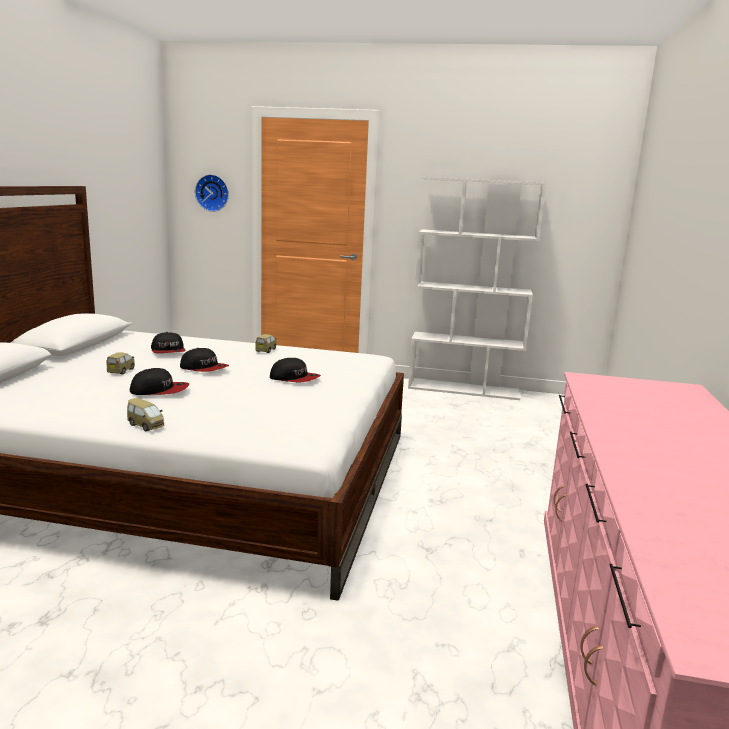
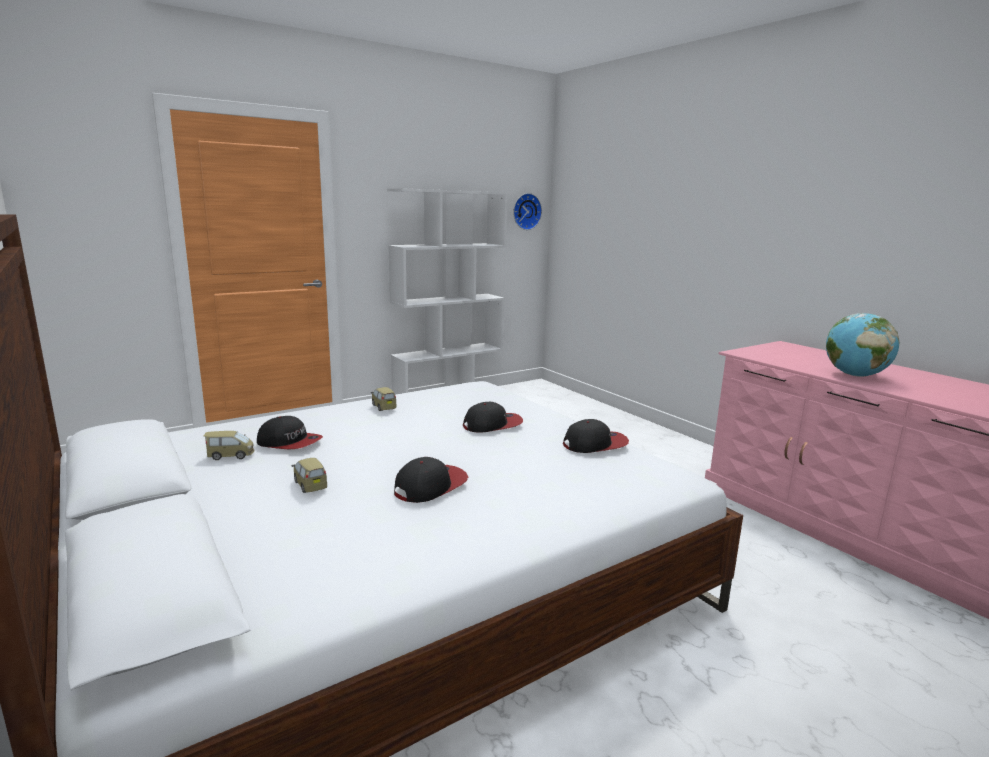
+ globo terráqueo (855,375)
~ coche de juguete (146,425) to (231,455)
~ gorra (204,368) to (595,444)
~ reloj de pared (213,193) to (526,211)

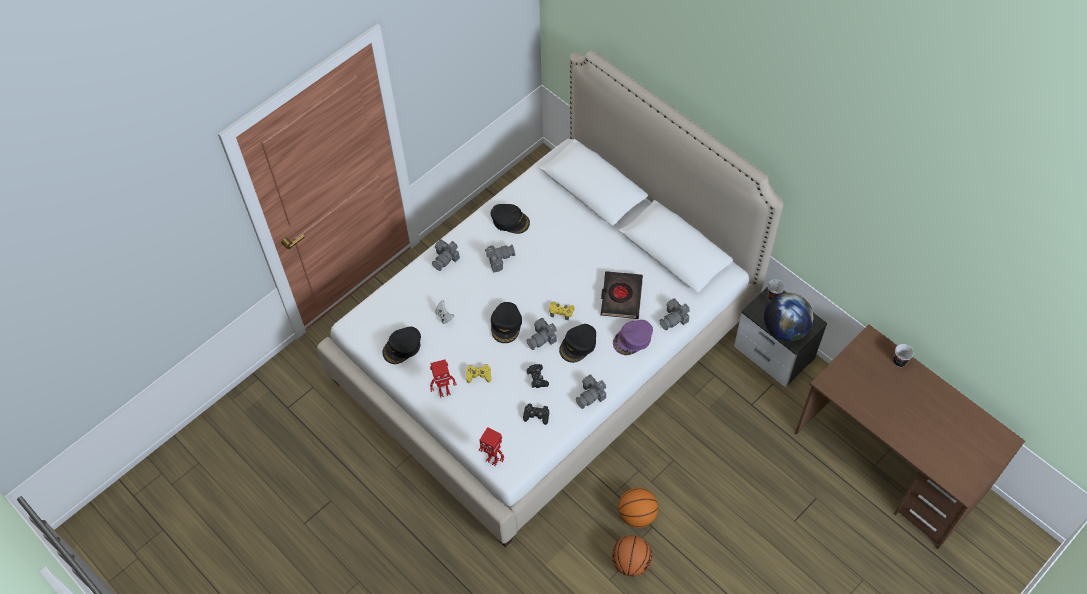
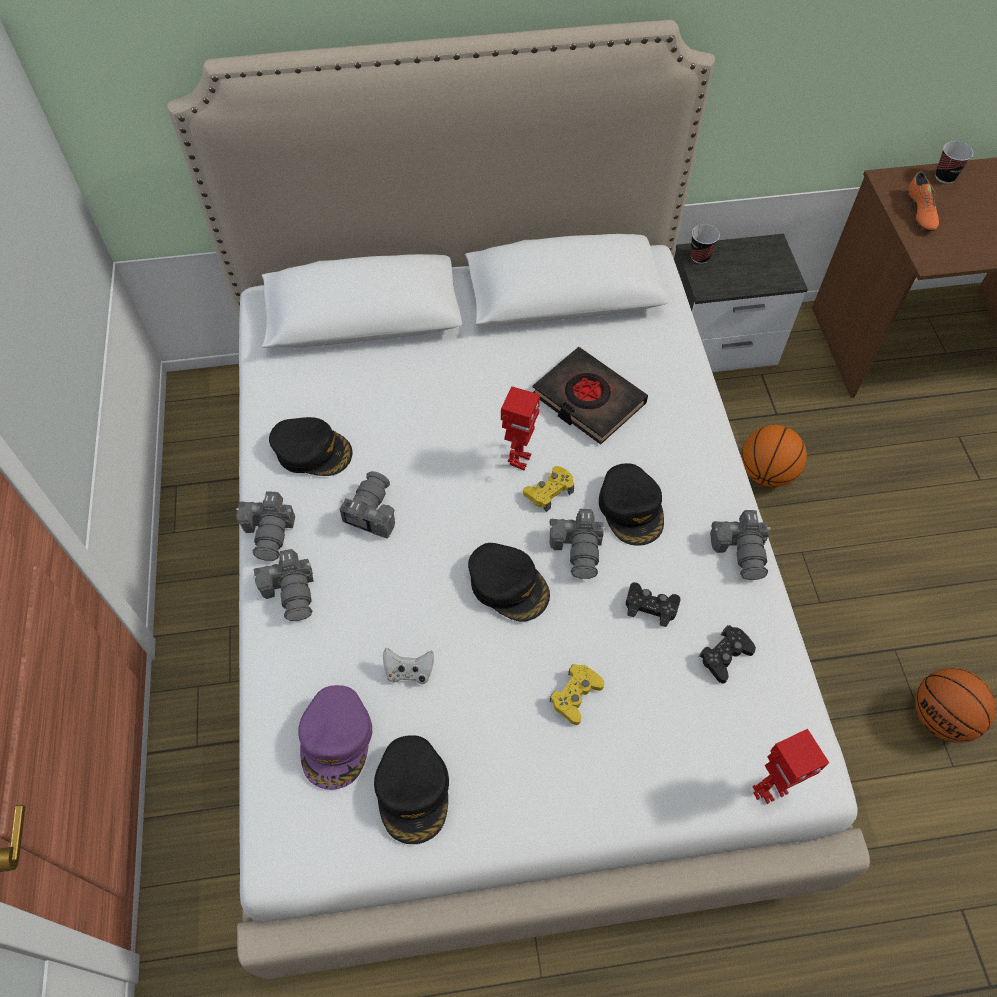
- globo terráqueo (784,329)
+ zapato [naranja] (920,212)
~ robot de juguete (444,392) to (519,460)
~ gorra [morado] (633,339) to (336,740)
~ balón de baloncesto (637,515) to (766,473)
~ cámara (674,319) to (270,532)
~ gorra [negro] (510,220) = (312,451) 45 degrees clockwise

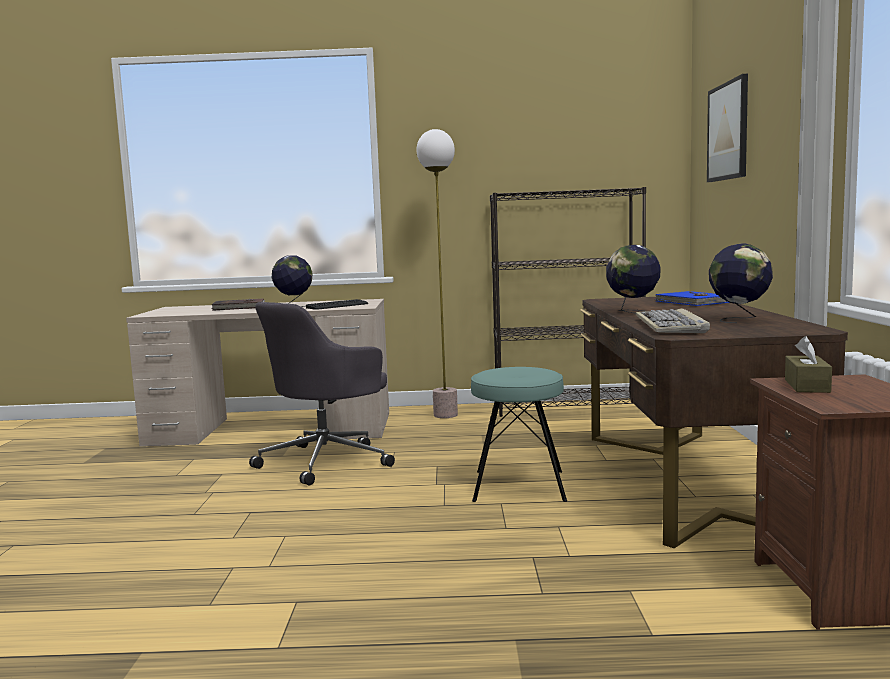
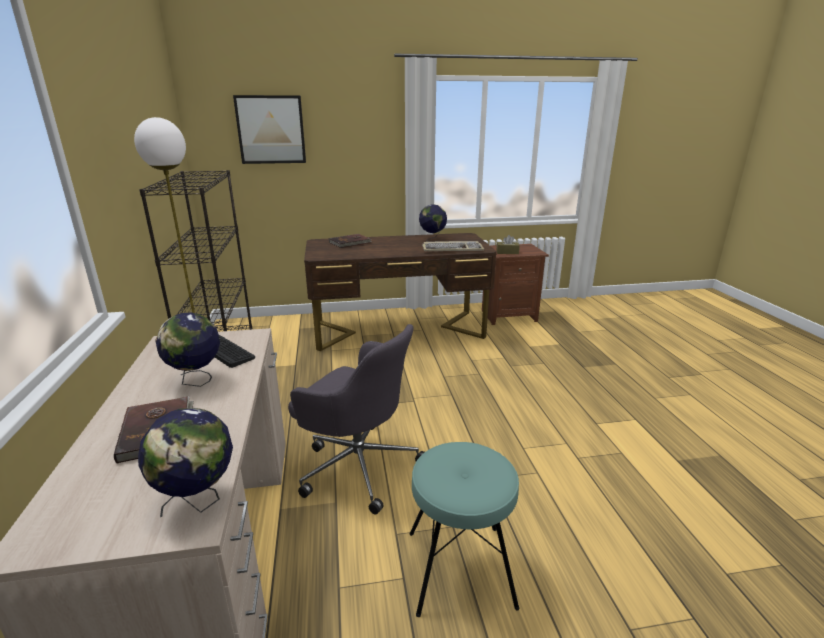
~ taburete [turquesa] (519,486) to (459,568)
~ globo terráqueo (633,312) to (198,502)
~ libro [azul] (691,302) to libro [marrón] (350,243)

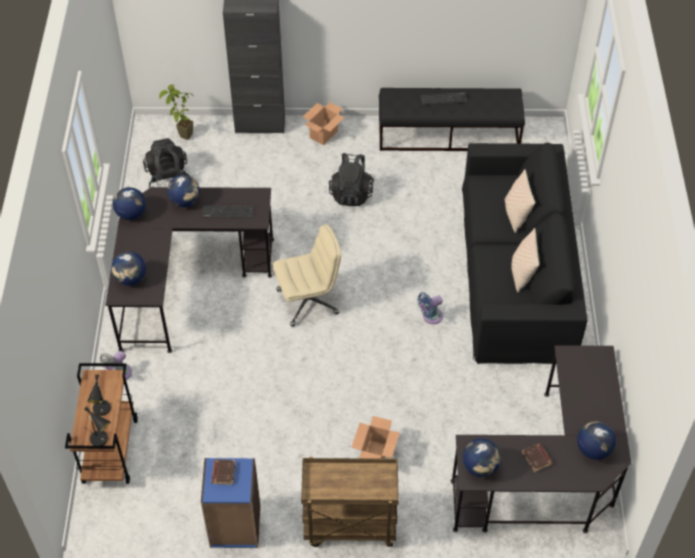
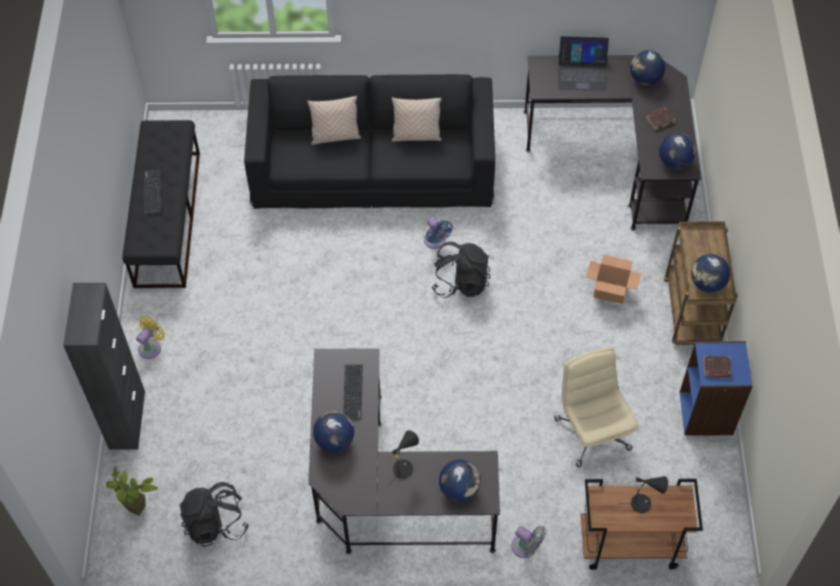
+ portátil (582,73)
~ lámpara de mesa [negro] (101,440) to (404,466)
~ globo terráqueo (131,214) to (707,284)
~ silla de oficina [beis] (308,301) to (592,433)
~ mochila [negro] (351,193) to (460,282)
~ caja de cartón (324,134) to ventilador [amarillo] (151,347)

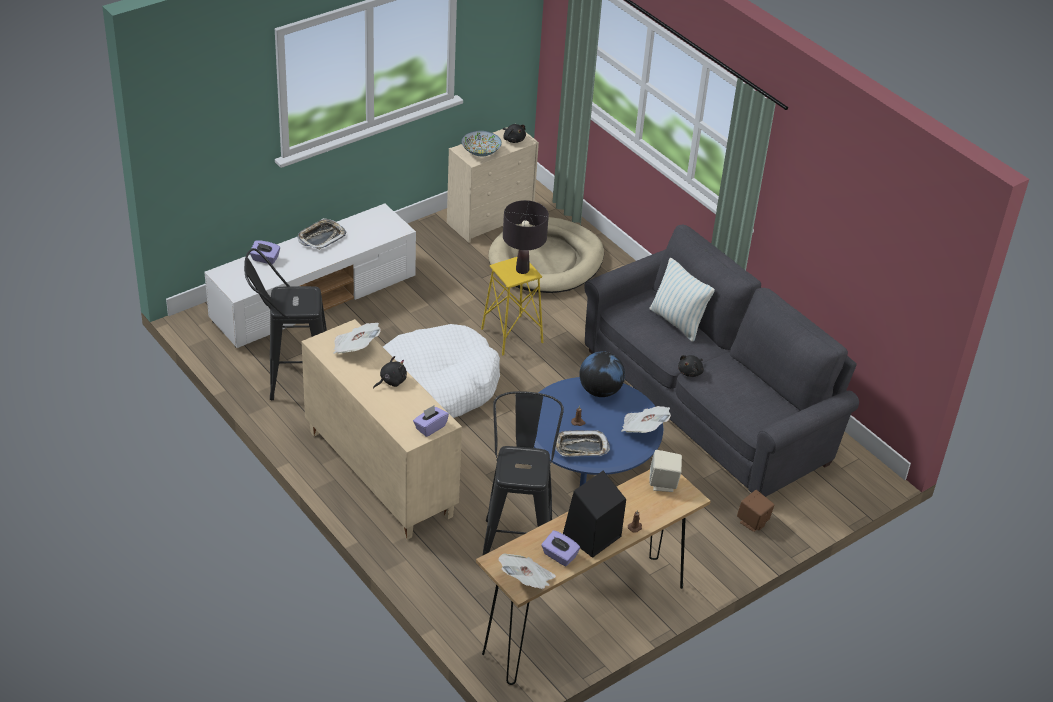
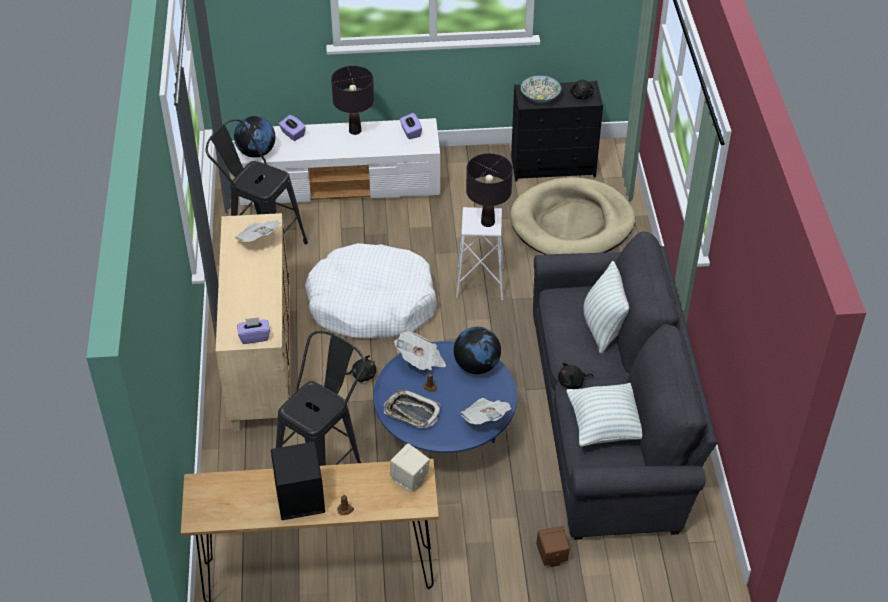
+ globo terráqueo (256,152)
+ cojín (605,426)
~ peluche [negro] (391,381) to (362,375)
~ periódico (527,581) to (421,361)
~ caja de pañuelos [morado] (559,556) to (410,132)
~ bandeja (321,237) to lámpara de mesa [negro] (355,131)
~ cómoda [beis] (491,219) to cómoda [negro] (554,166)
~ taburete [amarillo] (512,336) to taburete [blanco] (480,283)

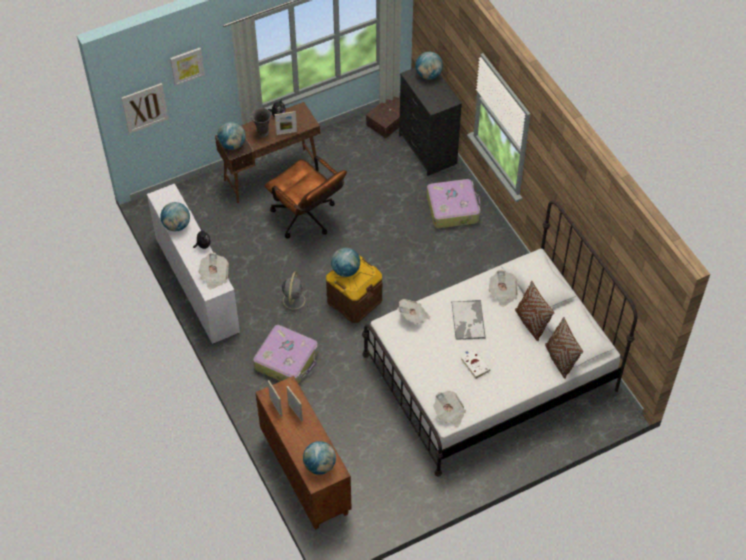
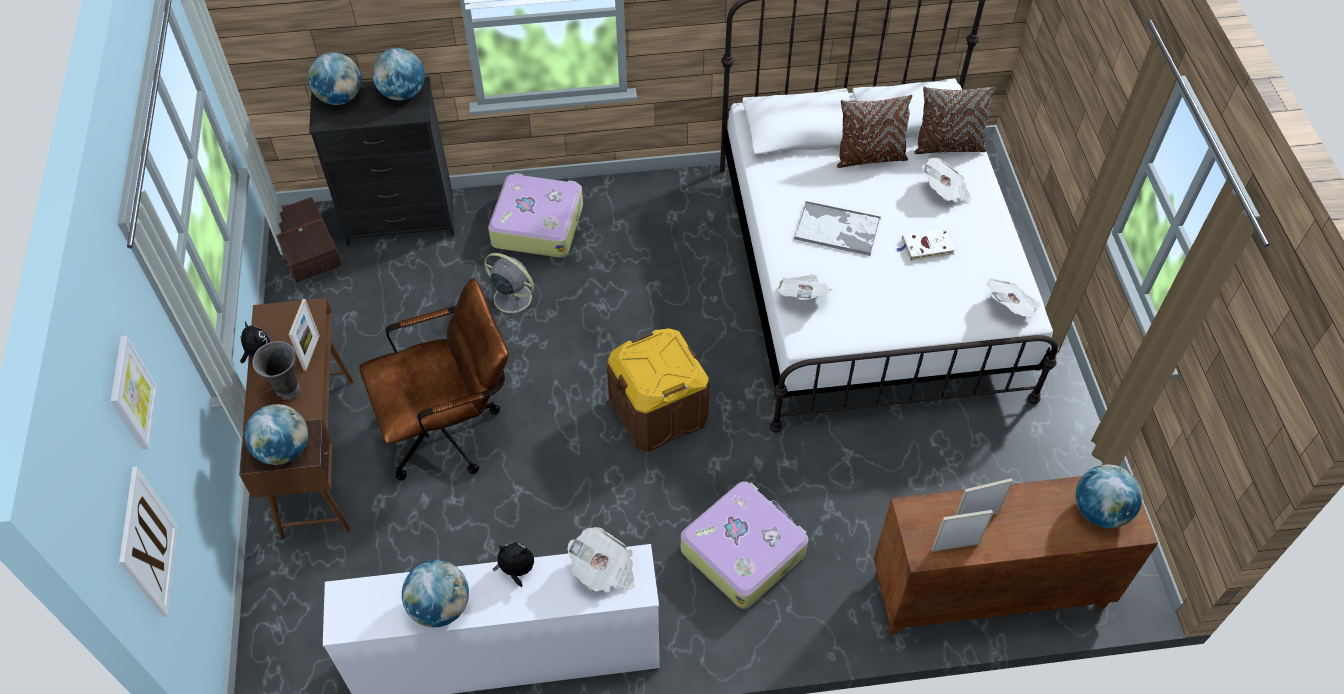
~ ventilador [gris] (294,299) to (511,297)
~ globo terráqueo (345,270) to (402,93)
~ periódico (502,293) to (945,191)

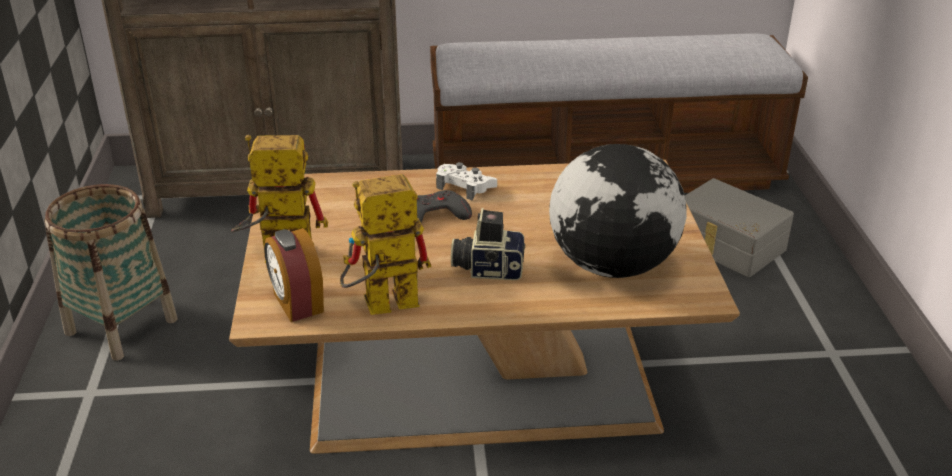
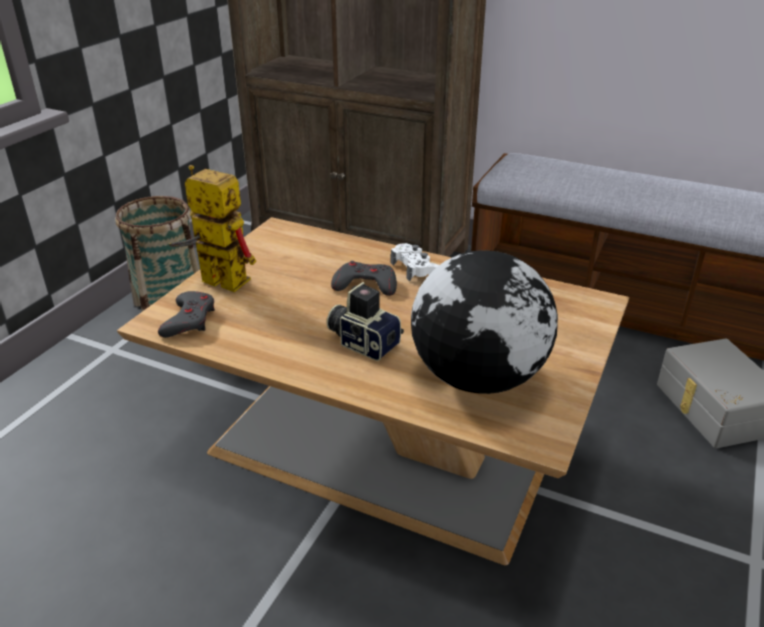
- robot de juguete (380,307)
~ despertador (297,303) to mando de consola [gris] (189,320)

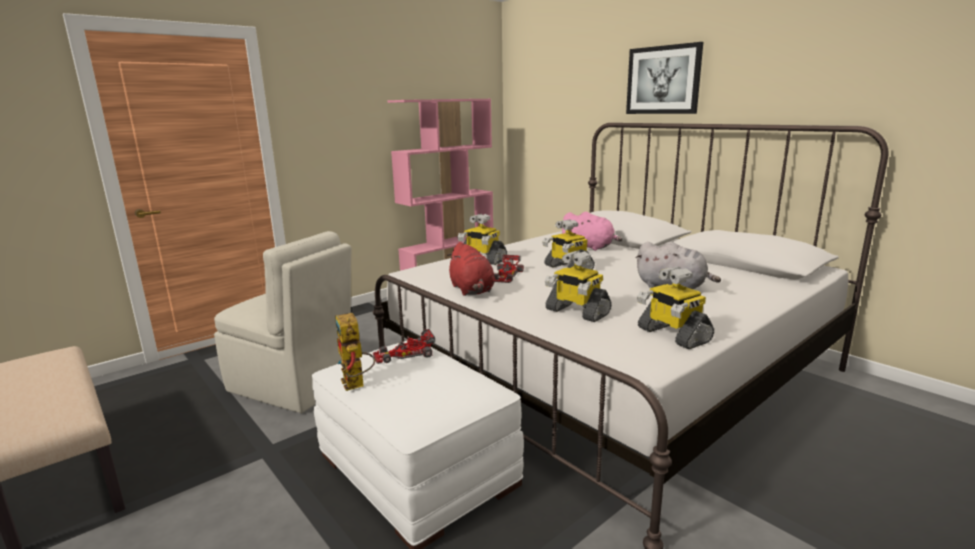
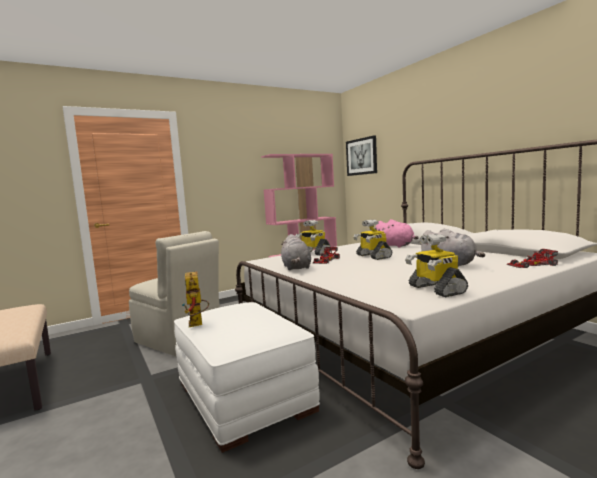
- robot de juguete (576,312)
~ coche de juguete (404,354) to (532,264)
~ cuadro (663,80) to (361,156)
~ peluche [rojo] (472,290) to peluche [gris] (296,268)

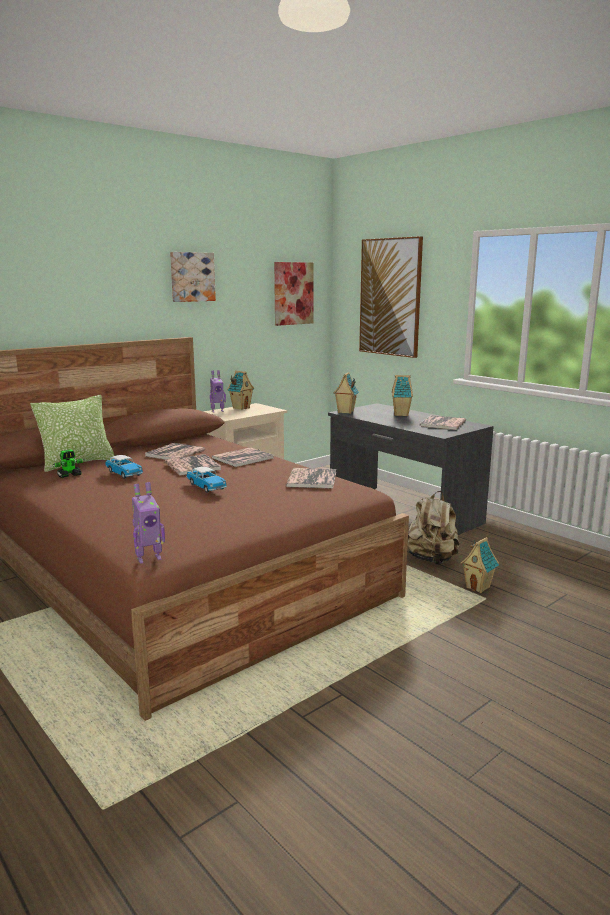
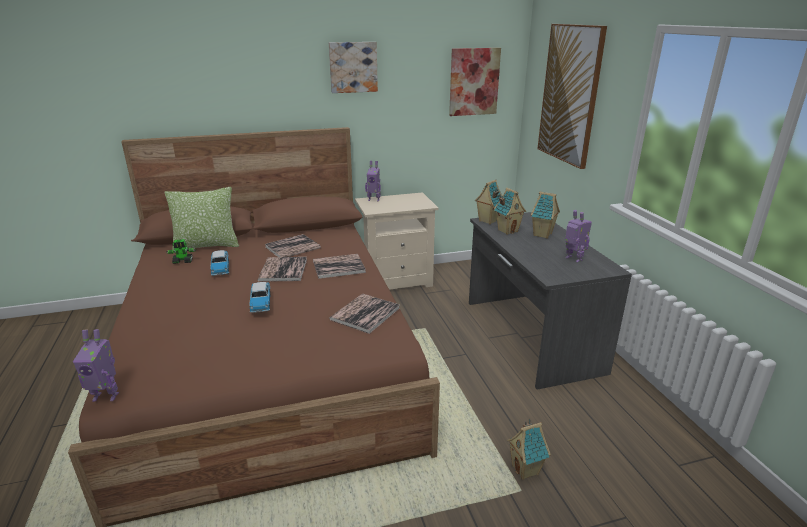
- mochila [beis] (432,560)
~ casita (241,408) to (507,230)
~ libro (443,423) to robot de juguete (573,259)

